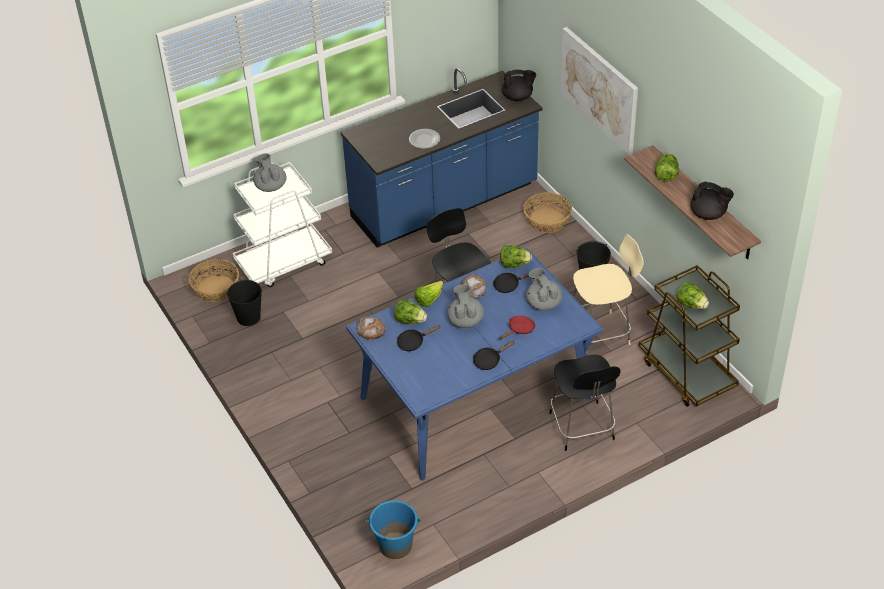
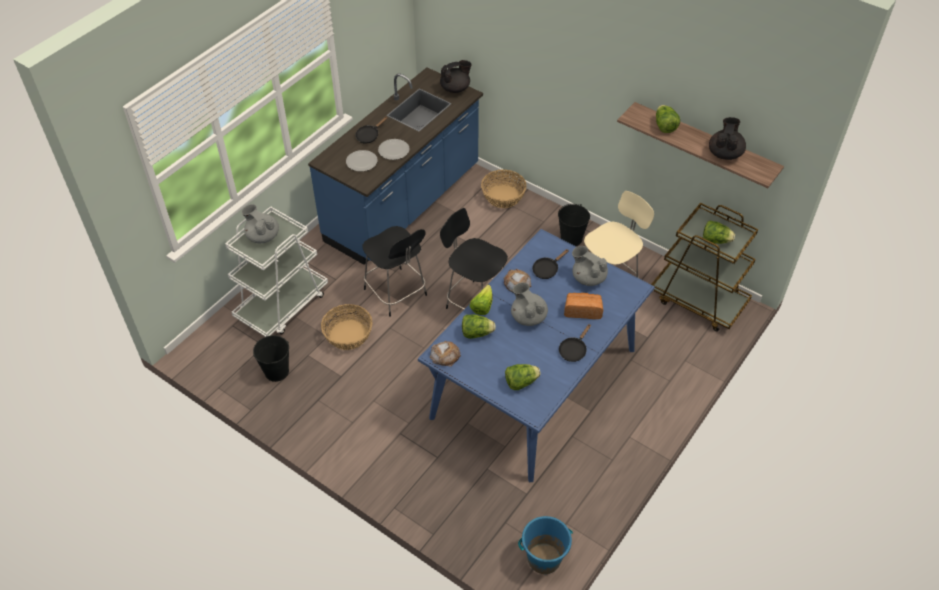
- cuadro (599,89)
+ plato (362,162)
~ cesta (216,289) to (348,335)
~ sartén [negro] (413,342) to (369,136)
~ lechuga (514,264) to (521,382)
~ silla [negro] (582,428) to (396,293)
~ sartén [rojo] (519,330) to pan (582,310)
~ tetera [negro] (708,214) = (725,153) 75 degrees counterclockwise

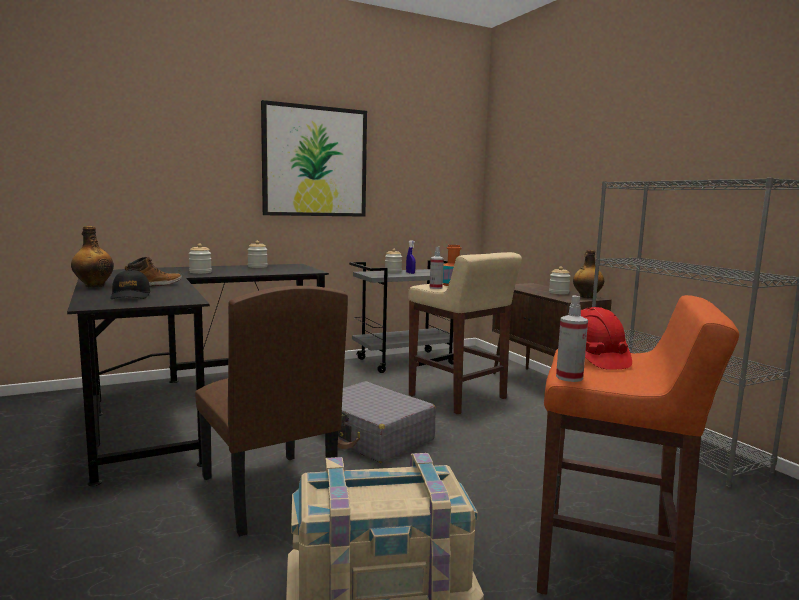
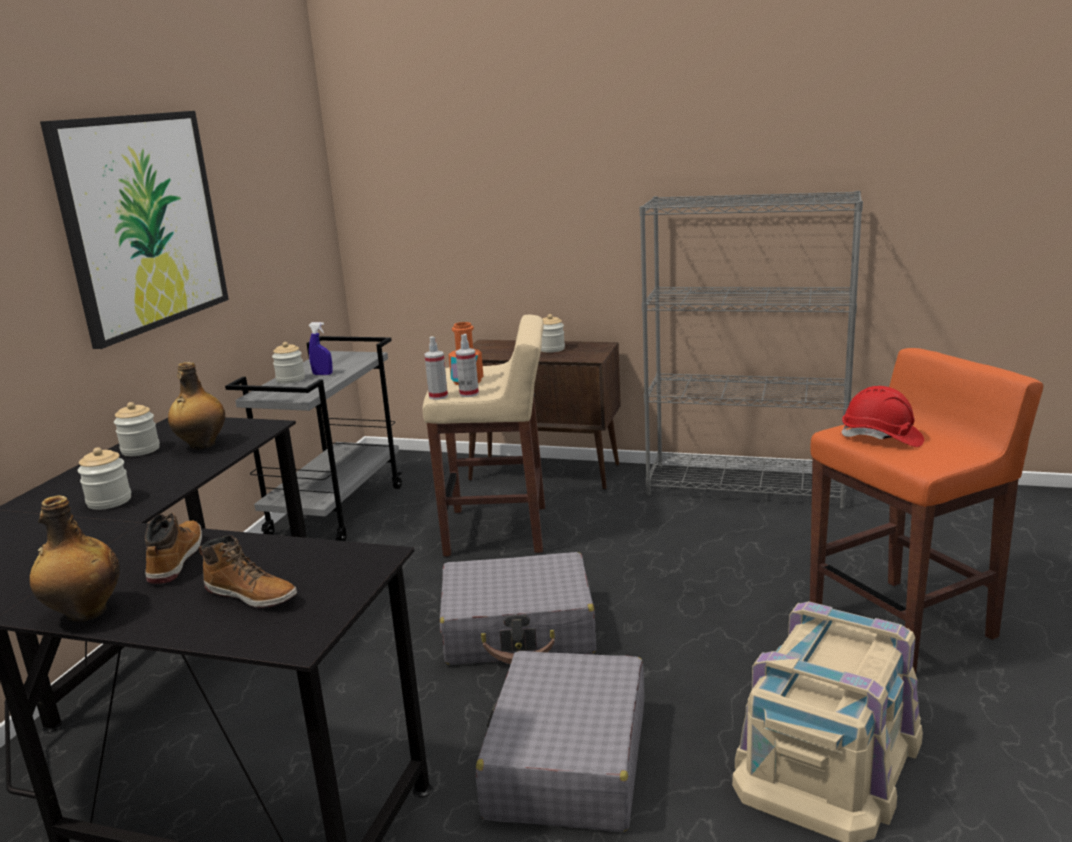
~ pulverizador (569,377) to (438,396)
~ botella (586,297) to (201,445)
~ gorra [negro] (130,296) to bota (252,594)
~ silla [marrón] (267,492) to maleta [gris] (567,761)

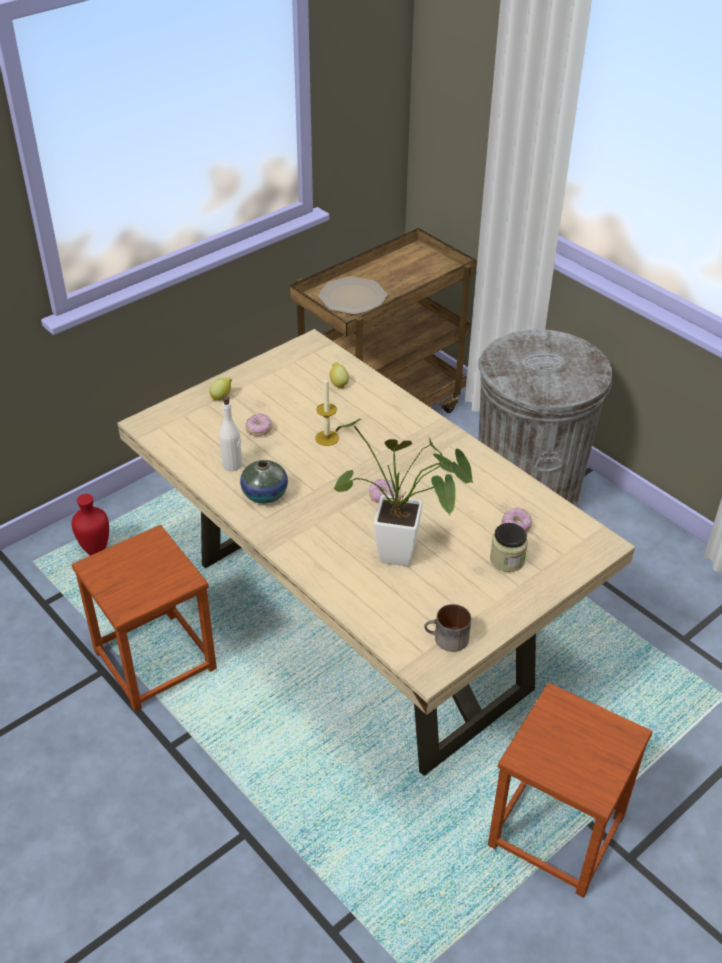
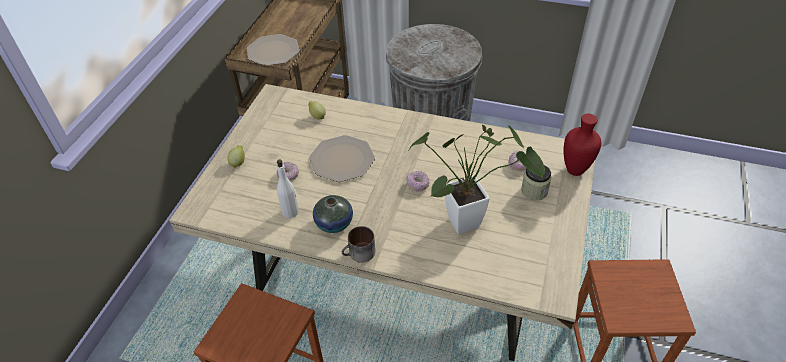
~ florero [rojo] (95,552) to (575,171)
~ taza grande (446,640) to (359,254)
~ vela (327,438) to plato (343,160)

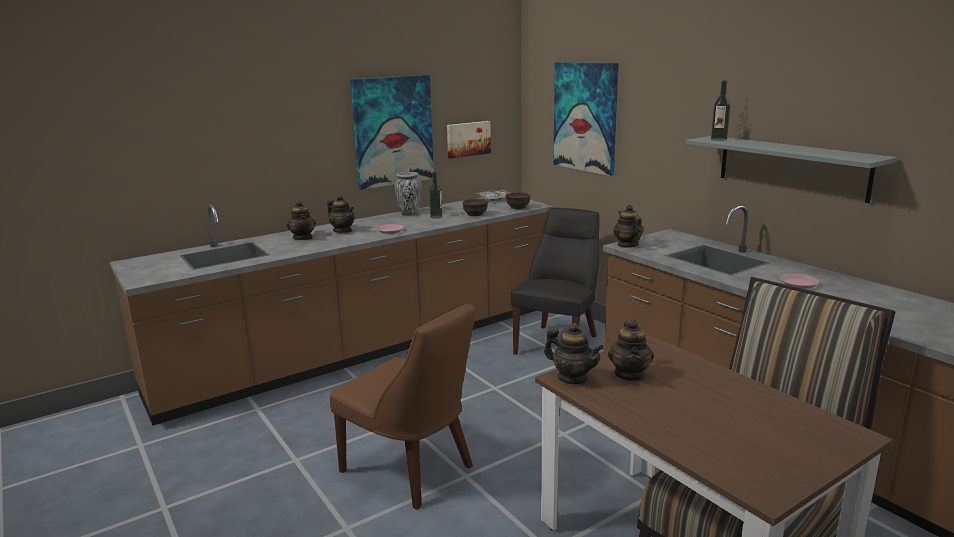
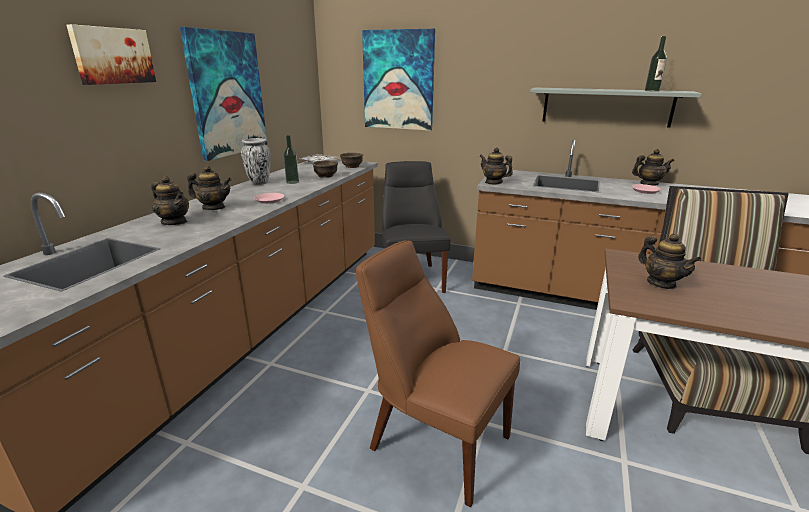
~ cuadro (468,139) to (112,56)
~ tetera (572,378) to (648,184)
~ botella (718,139) to (651,91)
~ silla [marrón] (411,471) = (434,440) 150 degrees counterclockwise

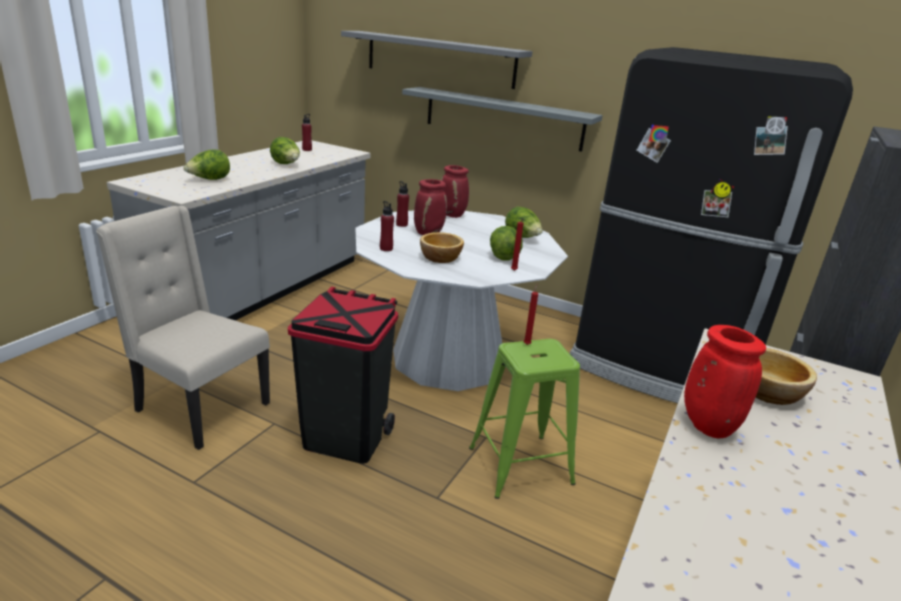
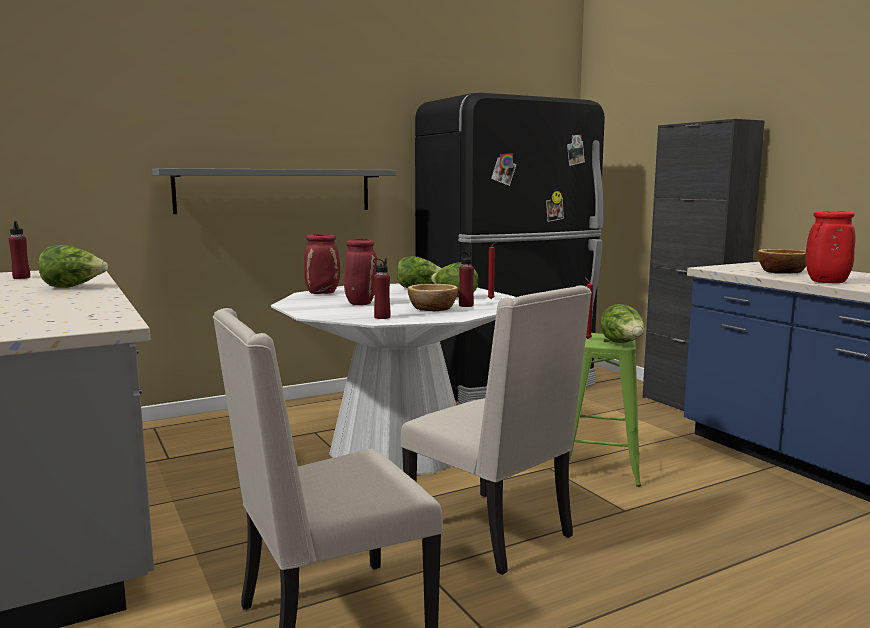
- estante [gris] (439,59)
~ lechuga (209,180) to (623,344)
~ botella [rojo] (401,224) to (466,305)
~ papelera [negro] (345,438) to silla [beis] (493,533)

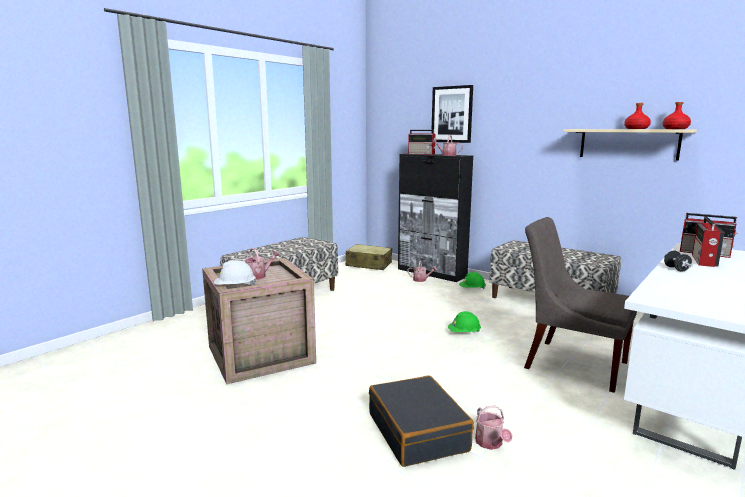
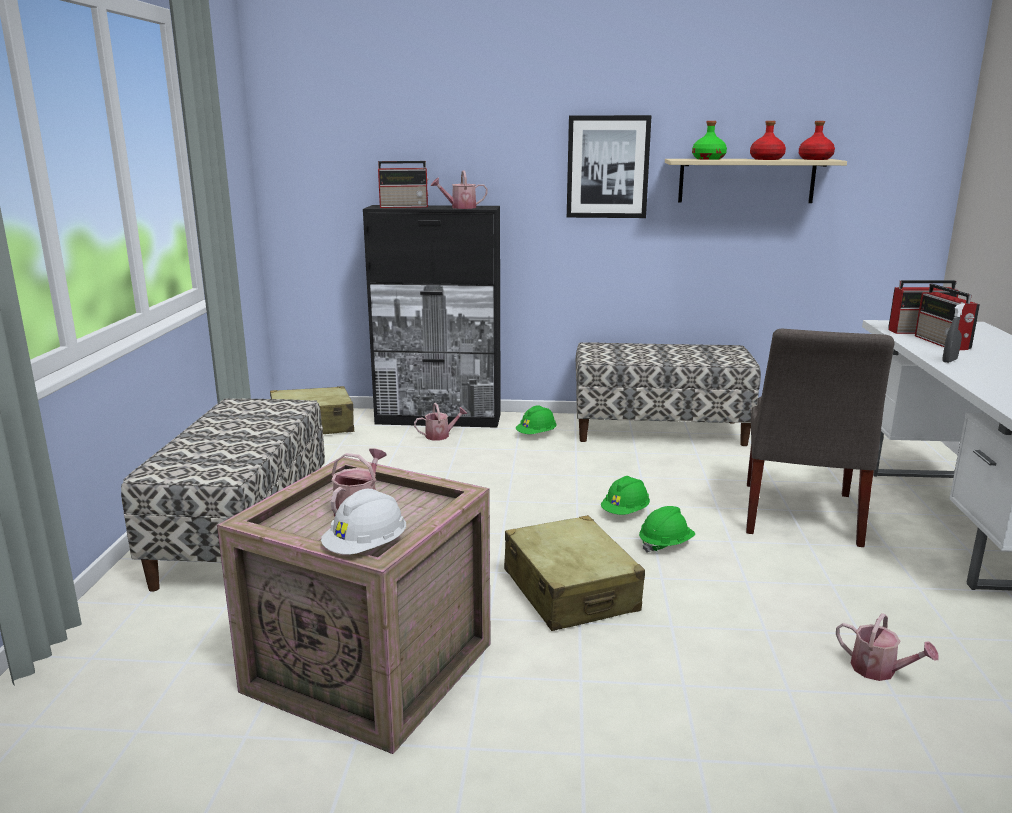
- maleta [negro] (418,432)
+ maleta [beis] (570,591)
+ casco [verde] (665,544)
+ botella [verde] (709,159)
~ cuadro (452,114) to (607,167)
~ mancuerna [negro] (676,269) to pulverizador [gris] (949,361)
~ silla [gris] (571,363) = (799,516) 75 degrees counterclockwise

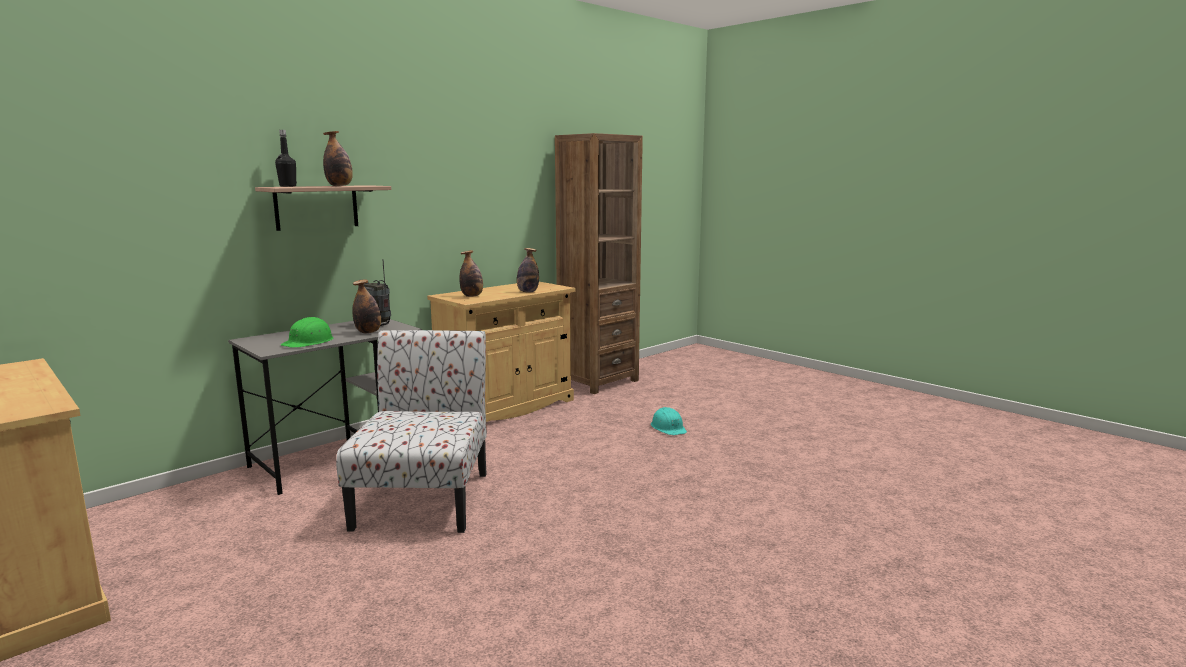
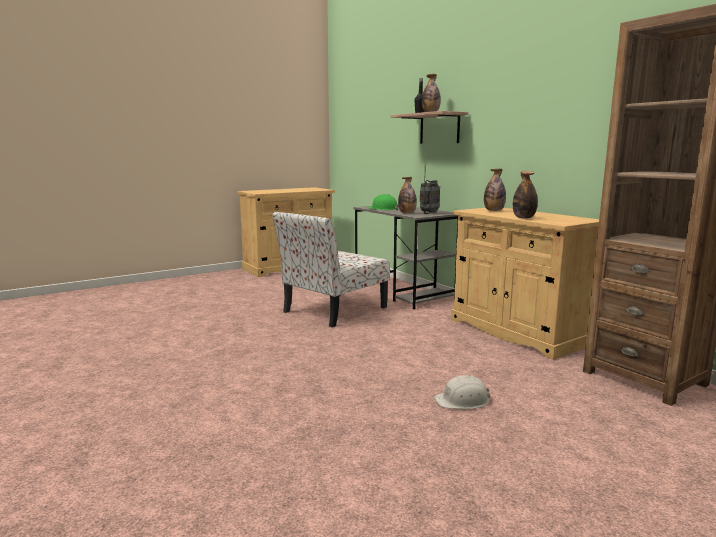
~ casco [turquesa] (668,428) to casco [blanco] (463,400)
~ silla (424,498) = (333,310) 120 degrees clockwise

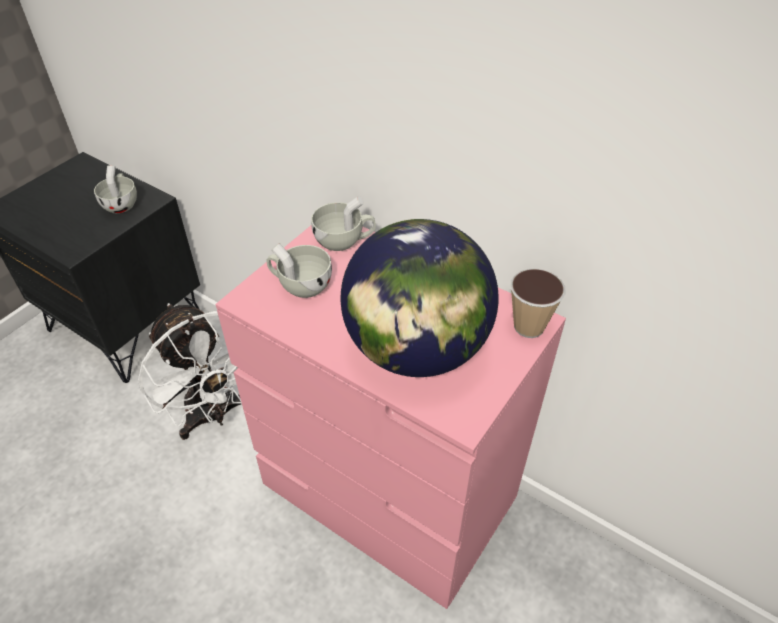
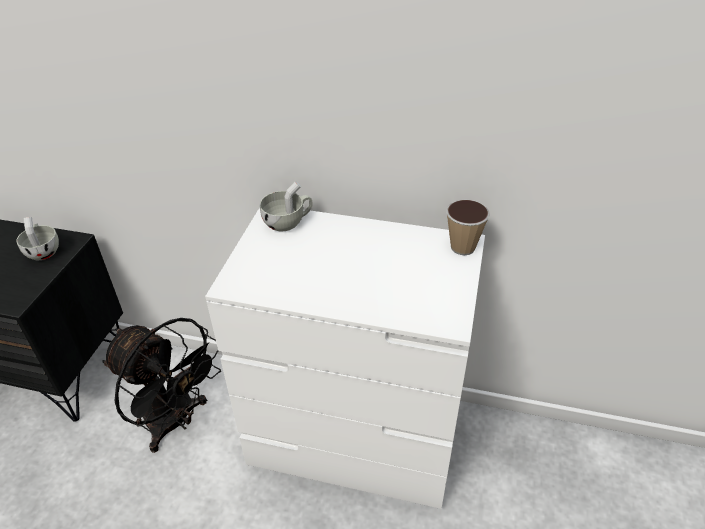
- taza [blanco] (300,285)
- globo terráqueo (416,349)
~ ventilador [blanco] (215,415) to ventilador [negro] (176,422)
~ cómoda [rosa] (390,494) to cómoda [blanco] (356,437)

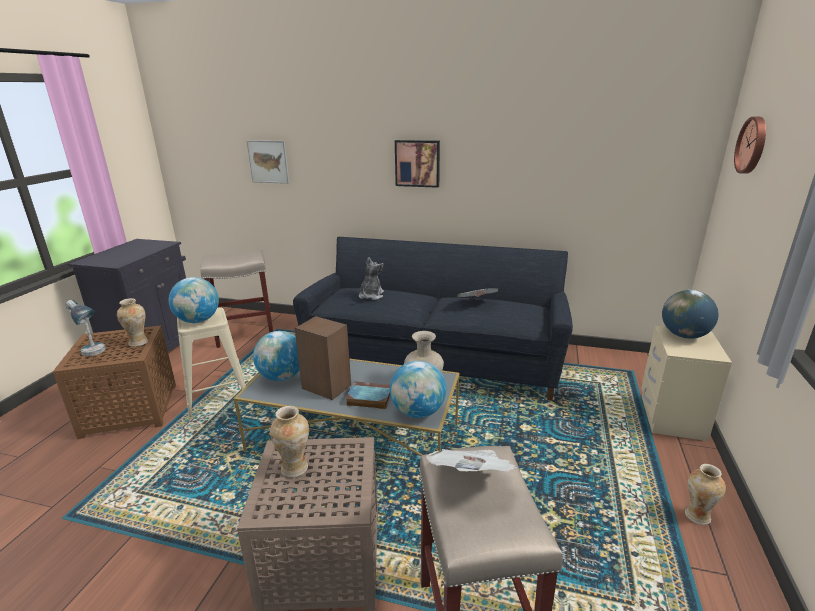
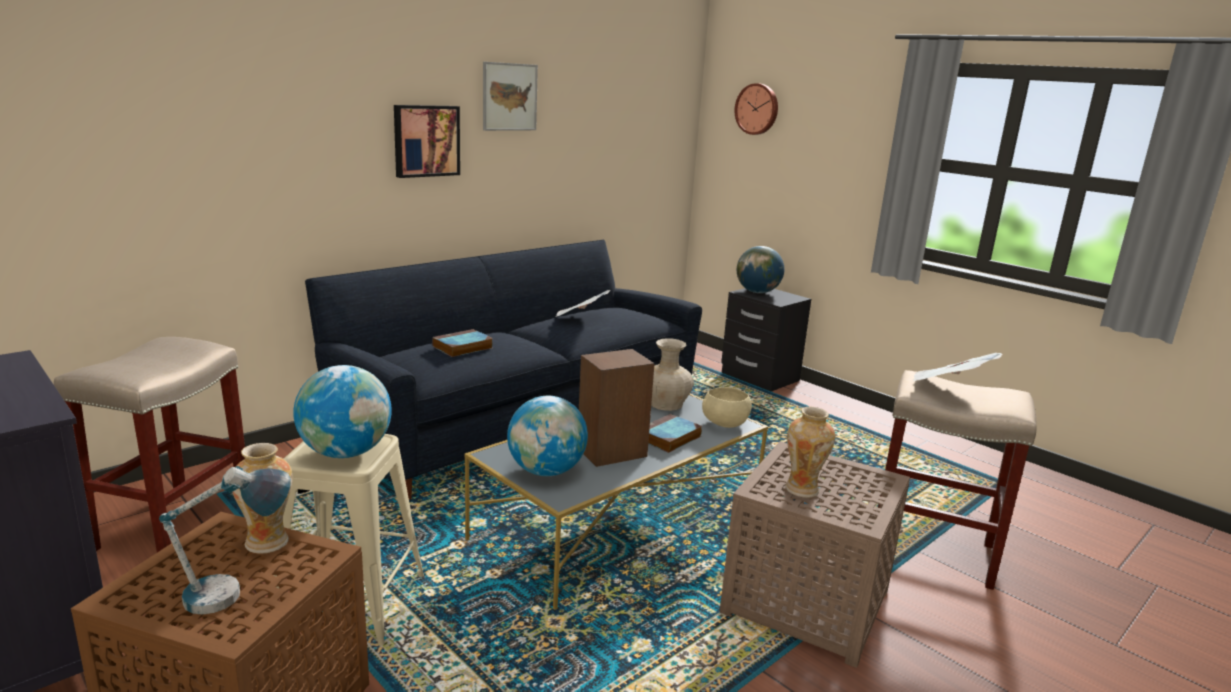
- florero (696,516)
~ cuadro (268,161) to (509,97)
~ peluche (371,296) to libro (462,347)
~ globo terráqueo (418,412) to cuenco [beis] (724,424)
~ mesita de noche [beis] (672,417) to mesita de noche [negro] (759,377)

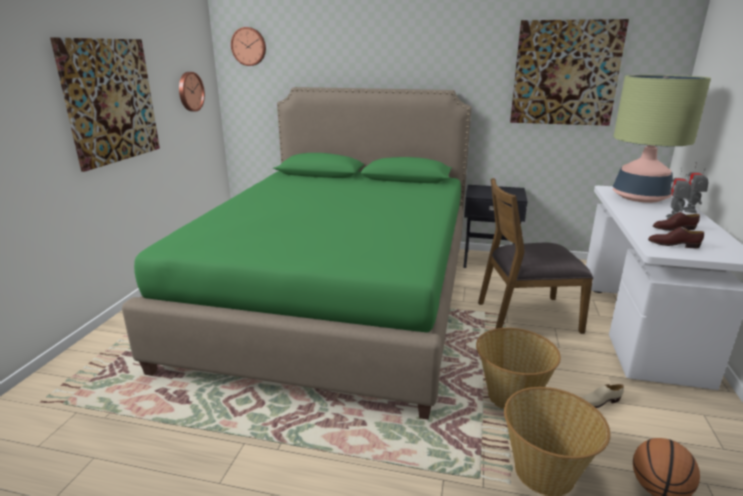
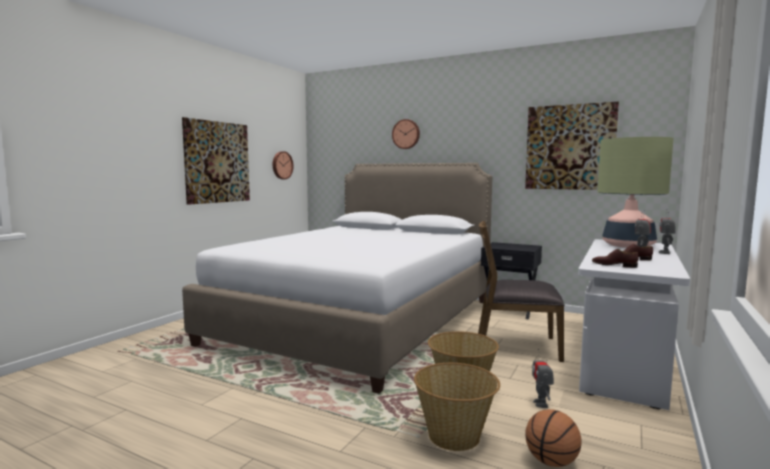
~ reloj de pared (249,46) to (406,134)
~ zapato [beis] (599,401) to robot de juguete (541,403)
~ cama [verde] (337,298) to cama [blanco] (360,321)

